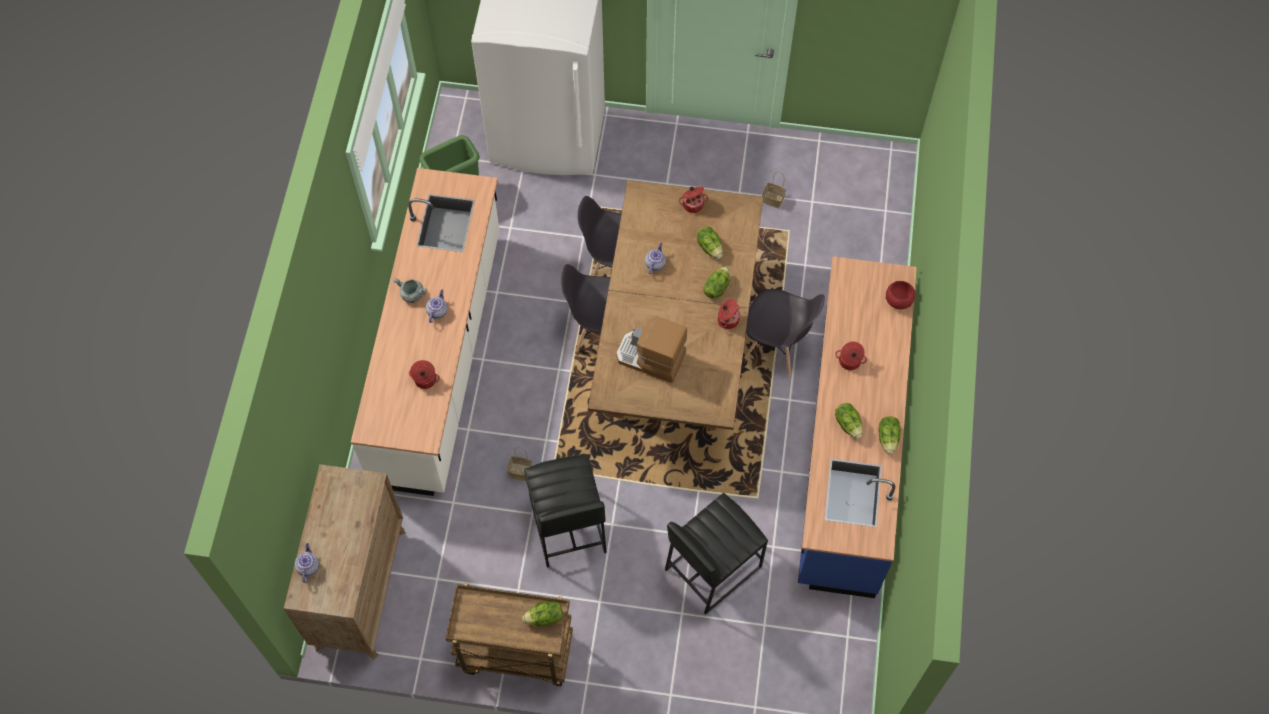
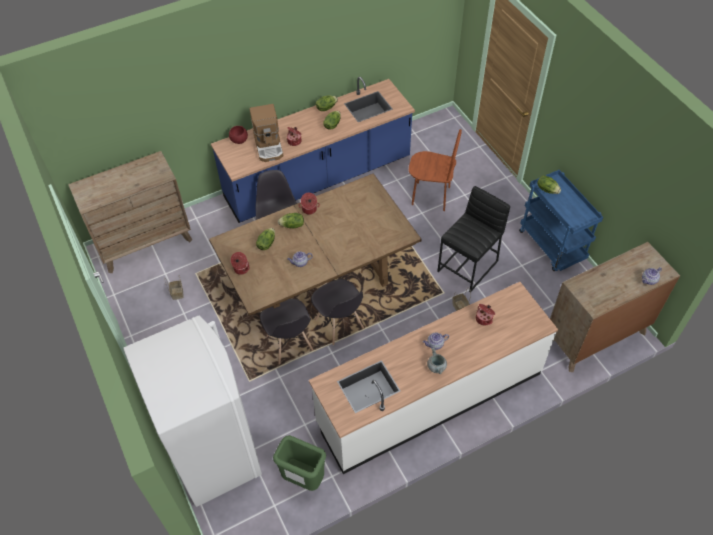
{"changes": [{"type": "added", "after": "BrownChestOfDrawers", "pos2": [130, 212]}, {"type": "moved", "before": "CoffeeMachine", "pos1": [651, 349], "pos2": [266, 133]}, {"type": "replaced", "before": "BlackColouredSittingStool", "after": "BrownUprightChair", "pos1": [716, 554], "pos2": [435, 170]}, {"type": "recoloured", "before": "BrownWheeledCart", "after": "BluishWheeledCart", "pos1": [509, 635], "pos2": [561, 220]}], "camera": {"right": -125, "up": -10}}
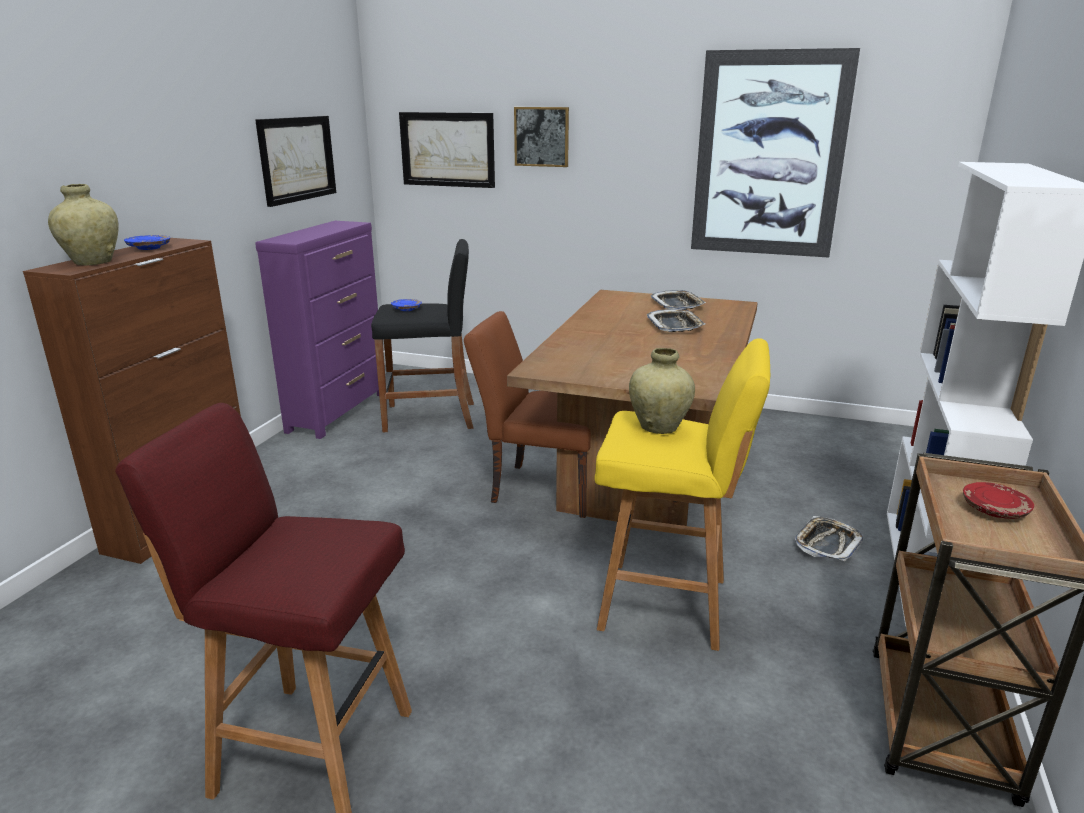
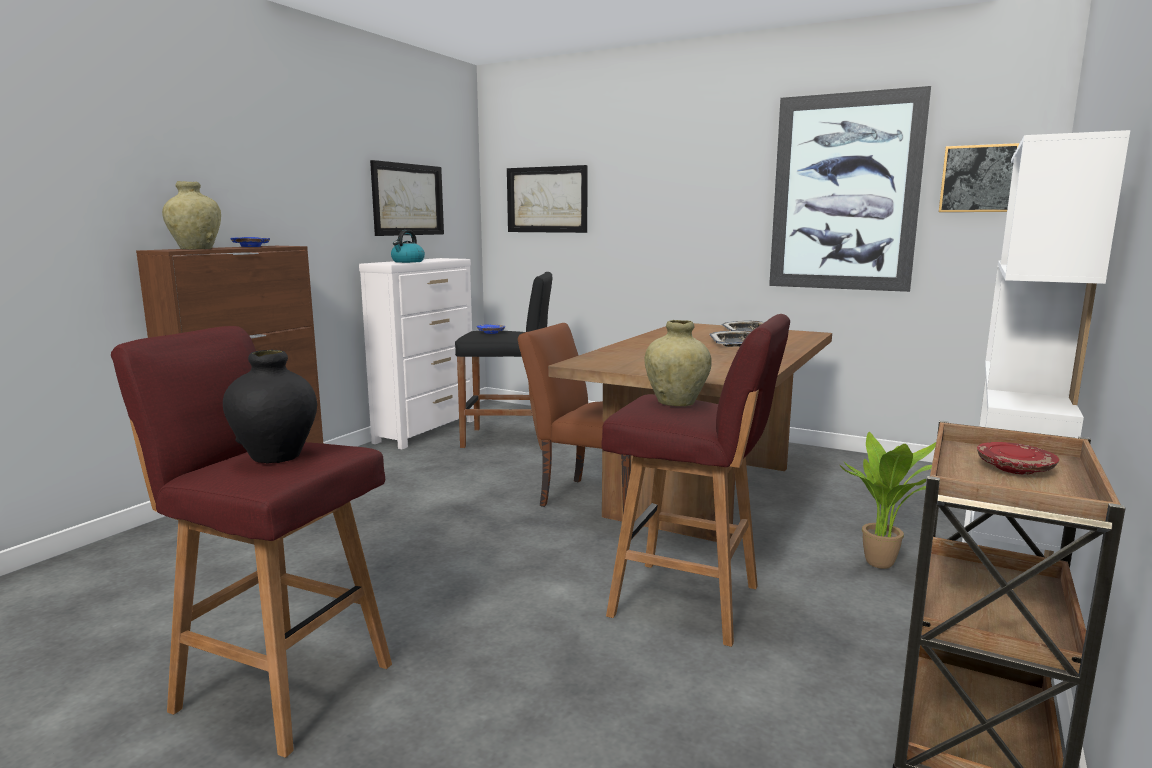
{"changes": [{"type": "added", "after": "BlackColouredFlowerVase", "pos2": [270, 406]}, {"type": "recoloured", "before": "PurpleChestOfDrawers", "after": "WhiteChestOfDrawers", "pos1": [317, 330], "pos2": [416, 353]}, {"type": "added", "after": "TeaKettle", "pos2": [408, 246]}, {"type": "recoloured", "before": "YellowSittingStool", "after": "ReddishSittingStool", "pos1": [682, 494], "pos2": [695, 480]}, {"type": "replaced", "before": "Tray", "after": "PlantInAPot", "pos1": [829, 538], "pos2": [888, 500]}, {"type": "moved", "before": "WallArt", "pos1": [541, 137], "pos2": [979, 177]}], "camera": {"right": 10, "up": -10}}
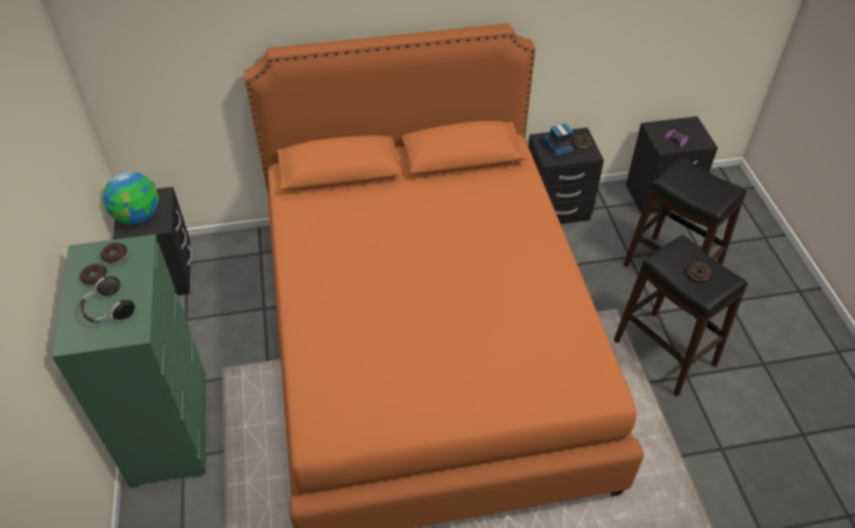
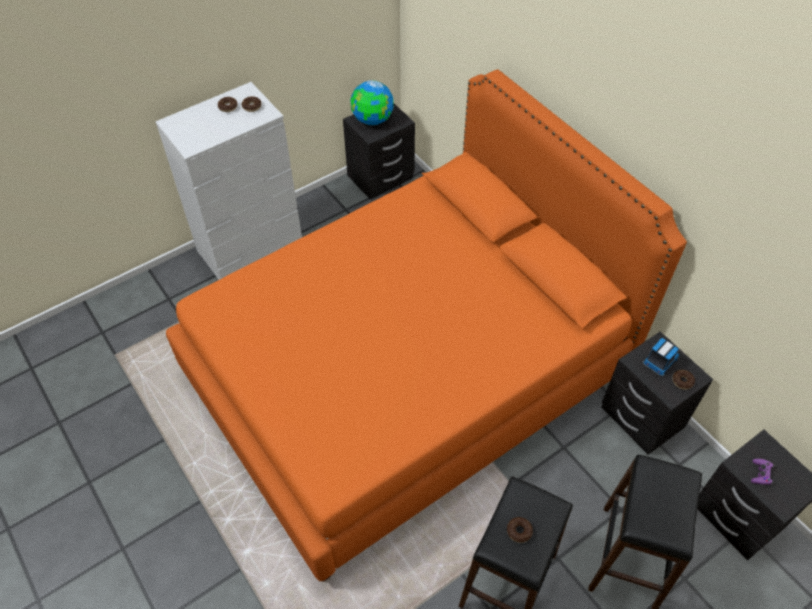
{"changes": [{"type": "recoloured", "before": "GreenishChestOfDrawers", "after": "WhiteChestOfDrawers", "pos1": [129, 361], "pos2": [228, 181]}, {"type": "removed", "before": "Headphones", "pos1": [107, 299]}], "camera": {"right": 65, "up": 5}}
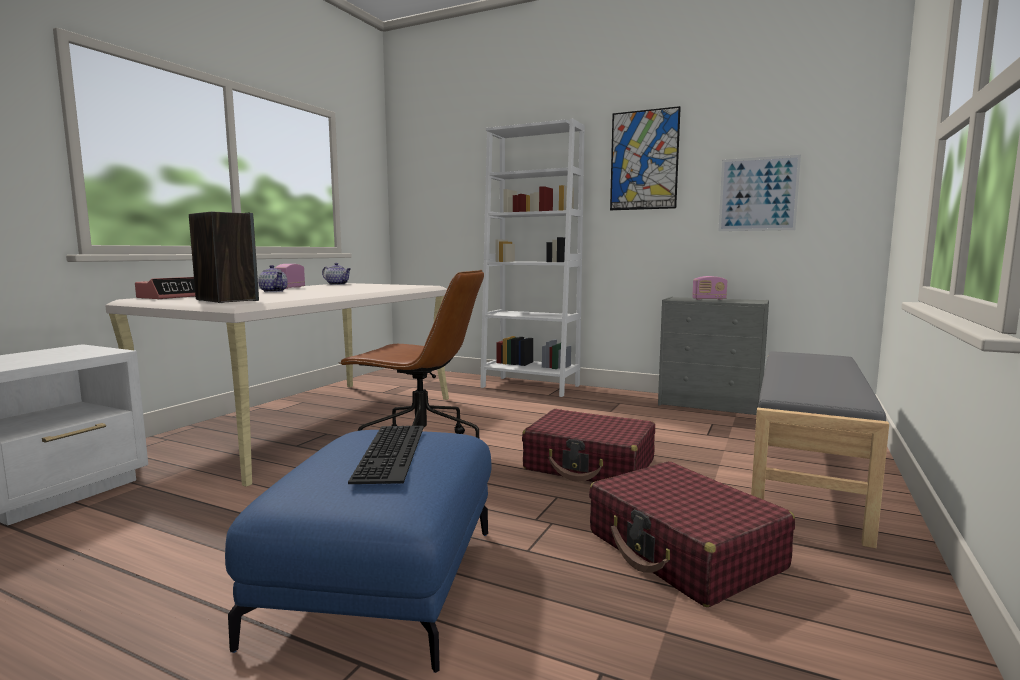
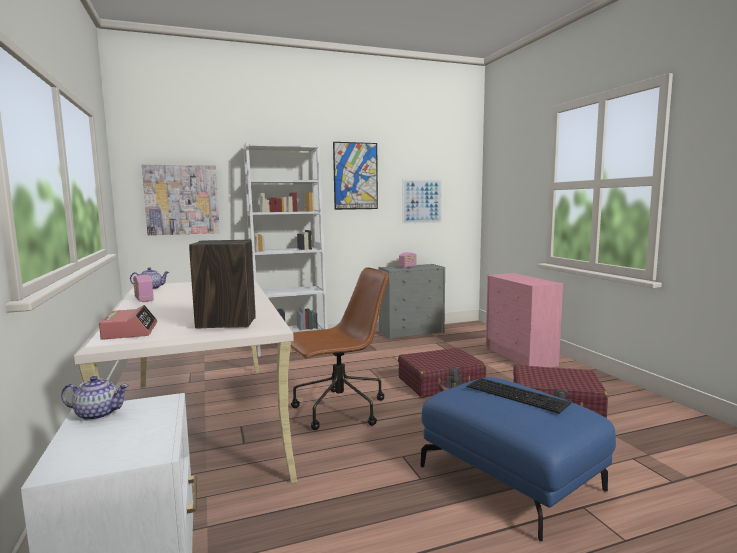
{"changes": [{"type": "moved", "before": "TeaPot", "pos1": [273, 278], "pos2": [95, 398]}, {"type": "added", "after": "WallArt", "pos2": [181, 200]}, {"type": "replaced", "before": "GreyIndoorBench", "after": "PinkishChestOfDrawers", "pos1": [820, 449], "pos2": [524, 320]}], "camera": {"right": -45, "up": 0}}
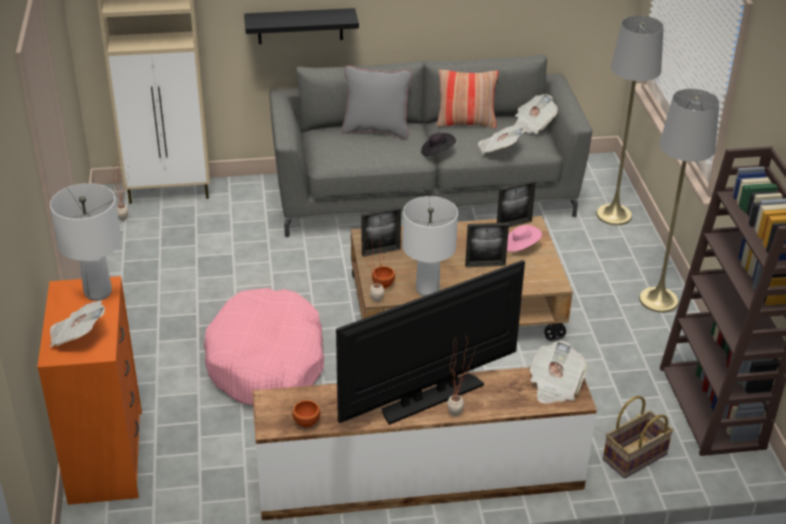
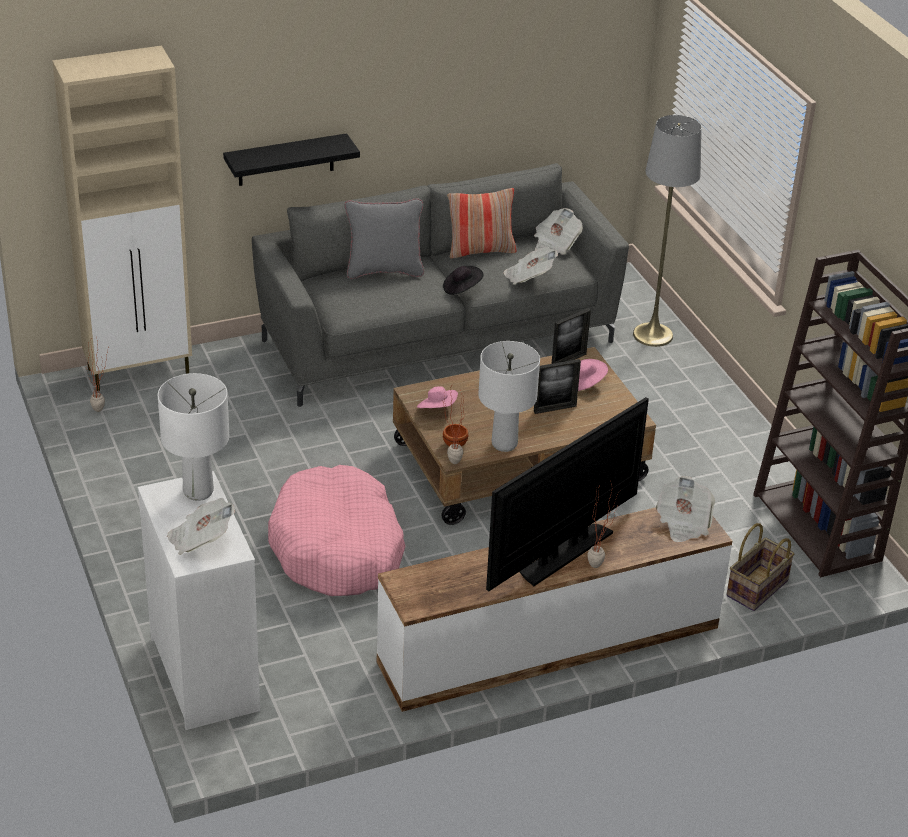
{"changes": [{"type": "recoloured", "before": "OrangeyChestOfDrawers", "after": "WhiteChestOfDrawers", "pos1": [89, 390], "pos2": [199, 600]}, {"type": "replaced", "before": "PhotoFrame", "after": "PinkishWearableHat", "pos1": [381, 232], "pos2": [437, 397]}, {"type": "removed", "before": "BrownServingBowl", "pos1": [306, 414]}, {"type": "removed", "before": "GreyStandardLamp", "pos1": [679, 201]}], "camera": {"right": -15, "up": 0}}
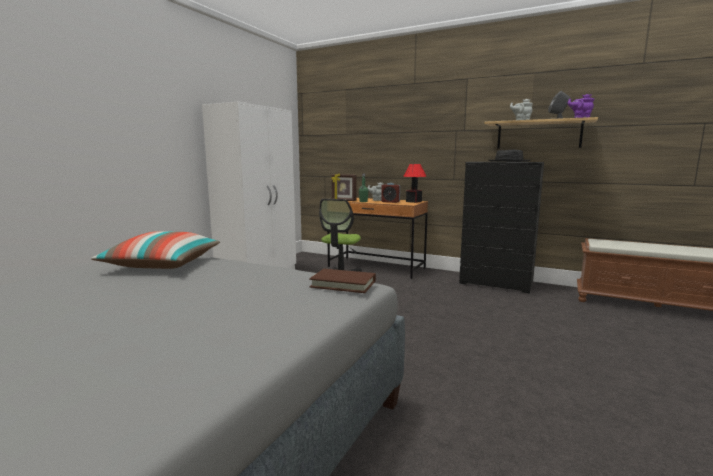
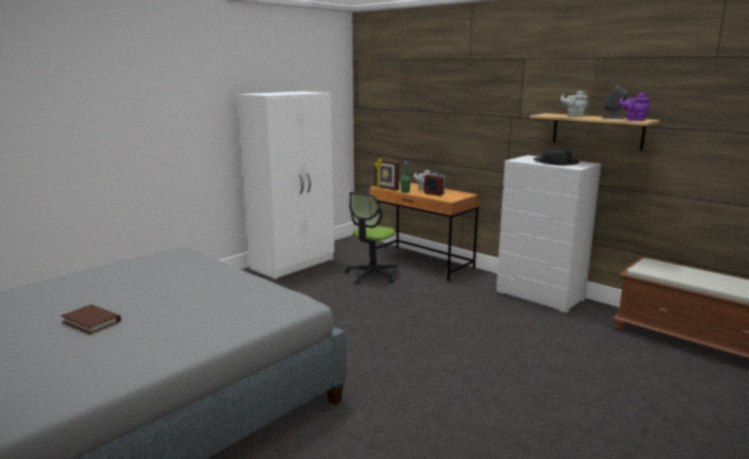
{"changes": [{"type": "moved", "before": "BrownBook", "pos1": [342, 281], "pos2": [91, 319]}, {"type": "recoloured", "before": "BlackColouredChestOfDrawers", "after": "WhiteChestOfDrawers", "pos1": [501, 227], "pos2": [548, 234]}, {"type": "removed", "before": "Pillow", "pos1": [155, 250]}, {"type": "removed", "before": "TabletopLamp", "pos1": [415, 183]}], "camera": {"right": 15, "up": 5}}
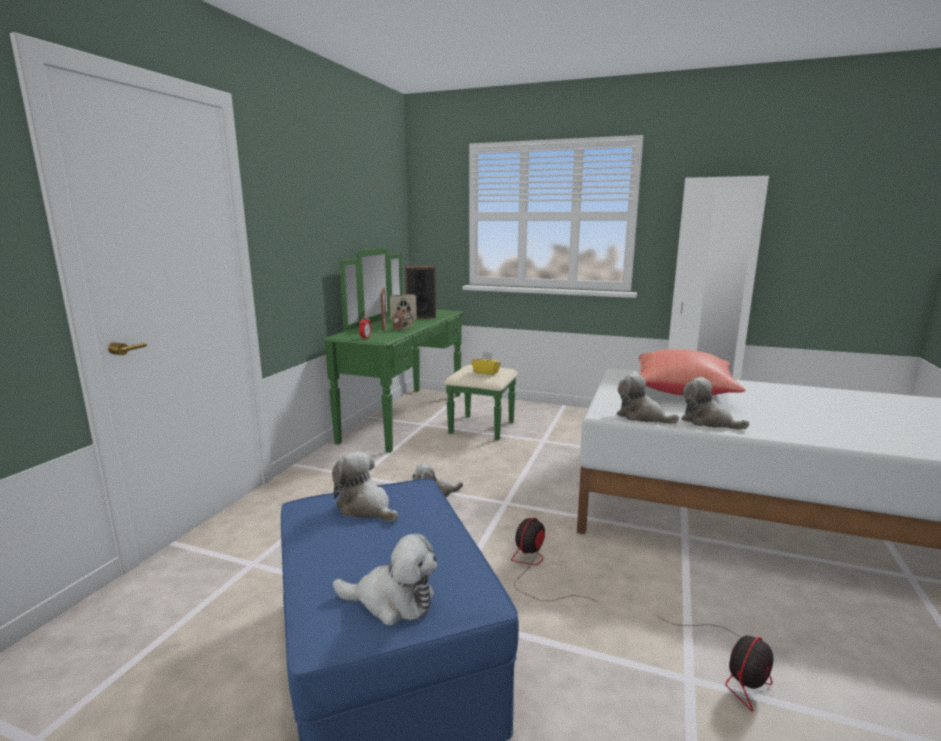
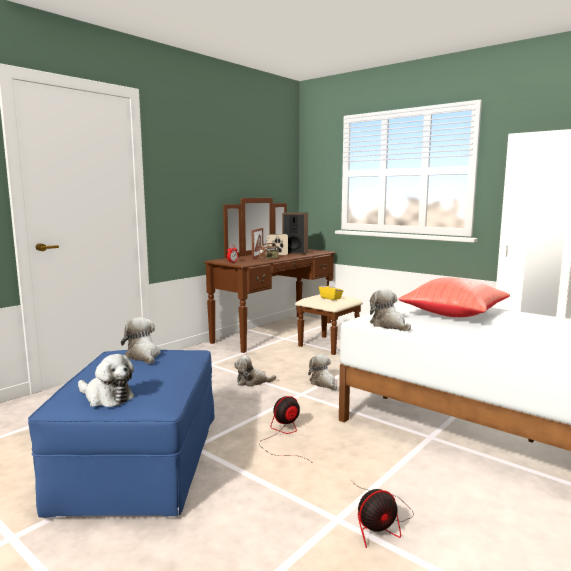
{"changes": [{"type": "recoloured", "before": "GreenishChestOfDrawers", "after": "BrownChestOfDrawers", "pos1": [420, 350], "pos2": [283, 276]}, {"type": "moved", "before": "PlushToy", "pos1": [715, 403], "pos2": [322, 372]}], "camera": {"right": 20, "up": -5}}
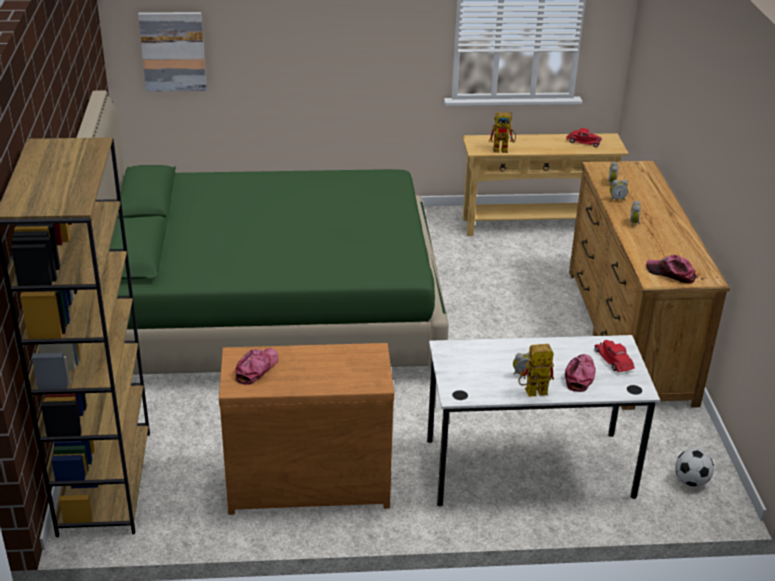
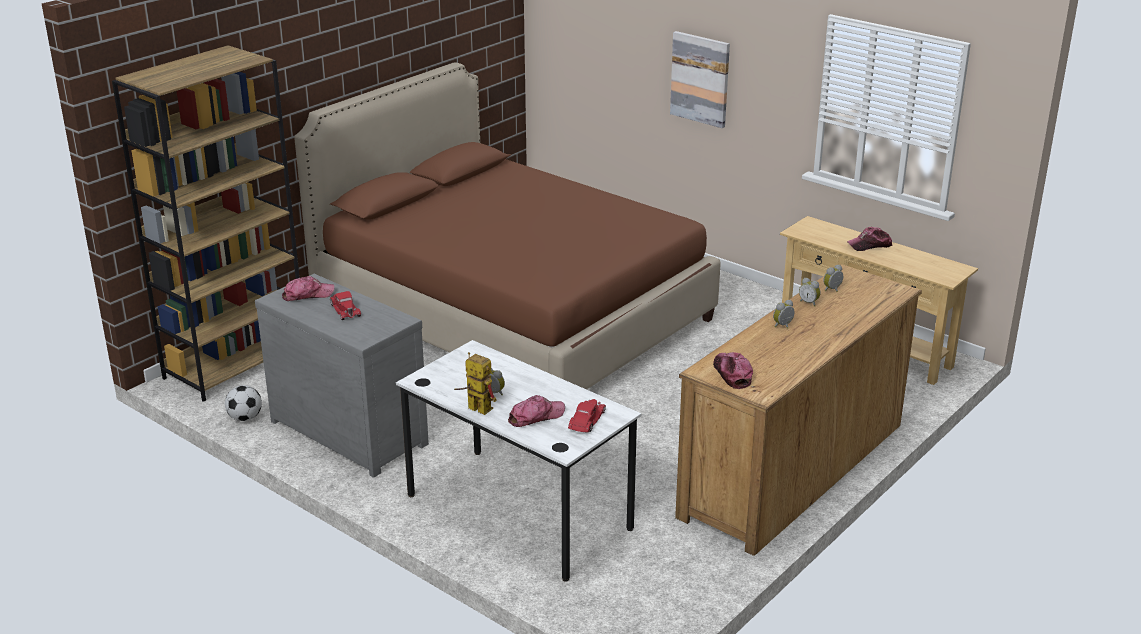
{"changes": [{"type": "moved", "before": "FootballBall", "pos1": [694, 468], "pos2": [243, 403]}, {"type": "recoloured", "before": "BrownChestOfDrawers", "after": "GreyChestOfDrawers", "pos1": [306, 429], "pos2": [342, 376]}, {"type": "recoloured", "before": "GreenishSleepingBed", "after": "BrownSleepingBed", "pos1": [262, 232], "pos2": [507, 225]}, {"type": "moved", "before": "ReddishToyCar", "pos1": [584, 137], "pos2": [345, 305]}, {"type": "moved", "before": "WallArt", "pos1": [172, 52], "pos2": [700, 79]}, {"type": "added", "after": "BaseballCap", "pos2": [870, 239]}, {"type": "removed", "before": "ToyRobot", "pos1": [502, 132]}], "camera": {"right": 45, "up": -5}}
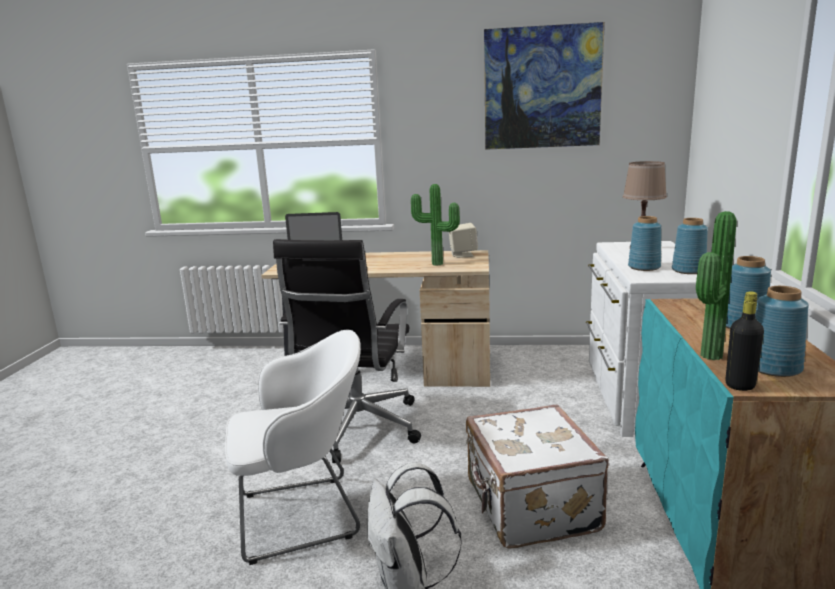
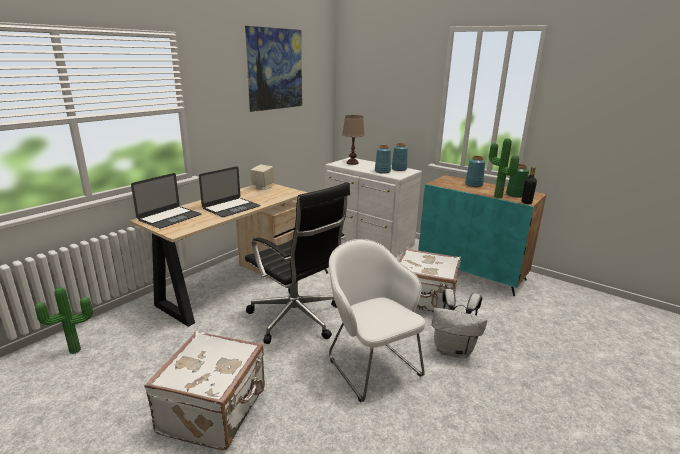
{"changes": [{"type": "moved", "before": "PlantInAPot", "pos1": [435, 225], "pos2": [64, 320]}, {"type": "added", "after": "WhitePieceOfLuggage", "pos2": [204, 390]}, {"type": "added", "after": "Laptop", "pos2": [229, 191]}, {"type": "turned", "before": "WhiteArmchair", "pos1": [293, 447], "pos2": [377, 320], "turn": -45}, {"type": "recoloured", "before": "BluishFlowerVase", "after": "GreenishFlowerVase", "pos1": [782, 331], "pos2": [517, 181]}], "camera": {"right": -60, "up": 5}}
